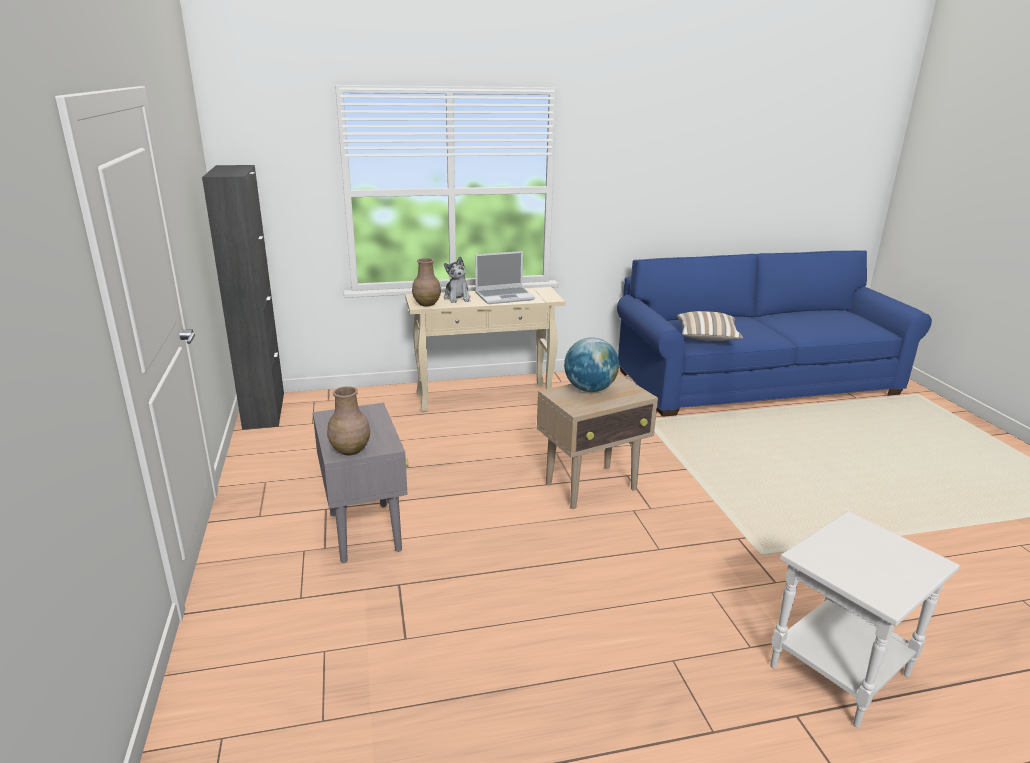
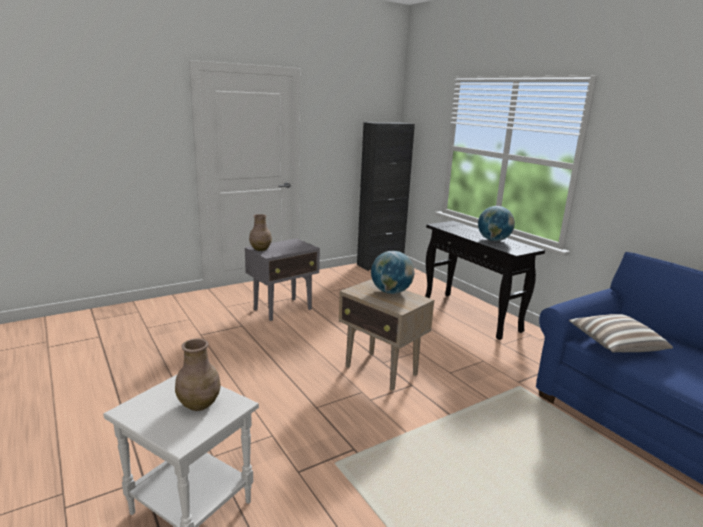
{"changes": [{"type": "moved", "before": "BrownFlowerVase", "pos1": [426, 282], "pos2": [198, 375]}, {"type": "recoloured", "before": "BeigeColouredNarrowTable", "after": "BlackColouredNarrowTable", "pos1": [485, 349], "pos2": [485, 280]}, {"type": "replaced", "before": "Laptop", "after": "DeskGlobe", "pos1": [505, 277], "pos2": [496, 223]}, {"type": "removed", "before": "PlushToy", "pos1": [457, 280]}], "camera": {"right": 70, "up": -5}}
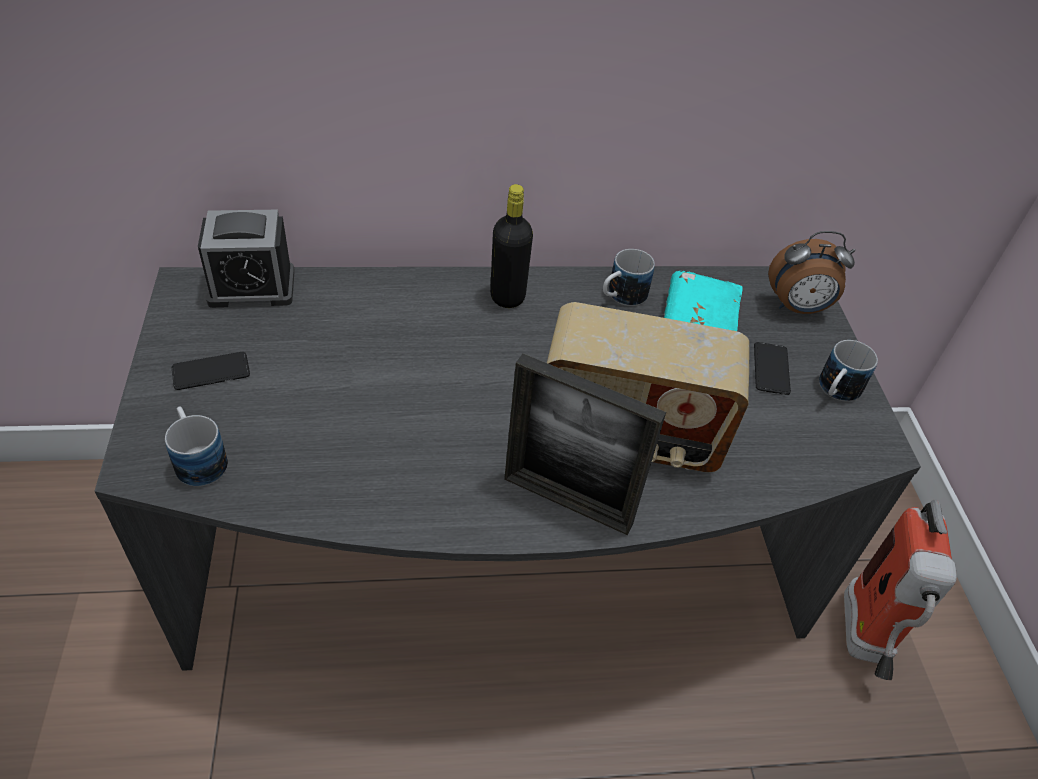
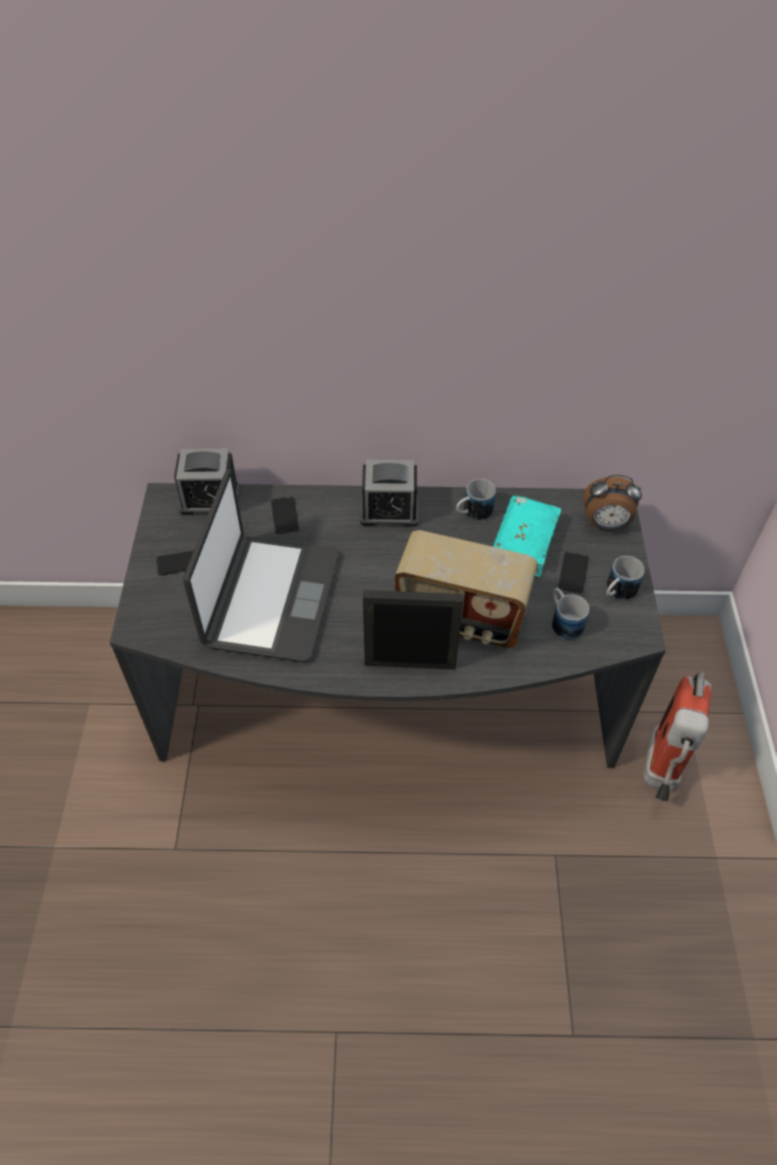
{"changes": [{"type": "added", "after": "Laptop", "pos2": [261, 565]}, {"type": "added", "after": "Handset", "pos2": [285, 515]}, {"type": "replaced", "before": "BlackColouredBeverageBottle", "after": "AlarmClock", "pos1": [511, 246], "pos2": [389, 493]}, {"type": "turned", "before": "PhotoFrame", "pos1": [585, 444], "pos2": [413, 630], "turn": 150}, {"type": "moved", "before": "TeaMug", "pos1": [196, 447], "pos2": [570, 614]}], "camera": {"right": 10, "up": 5}}
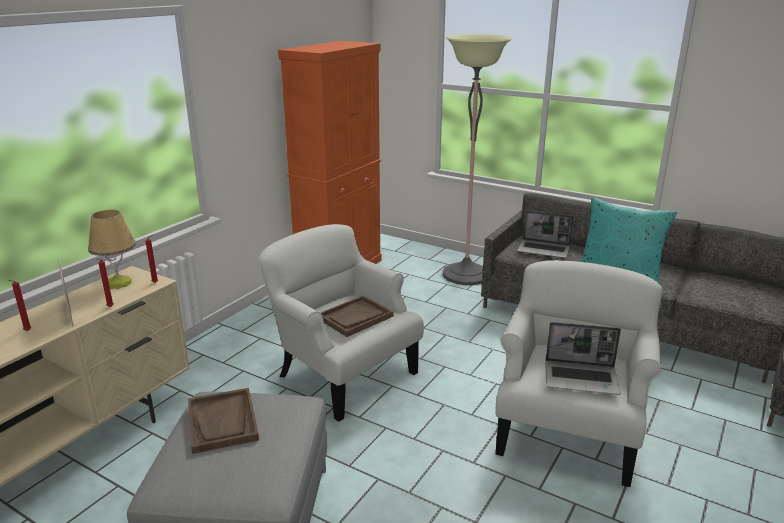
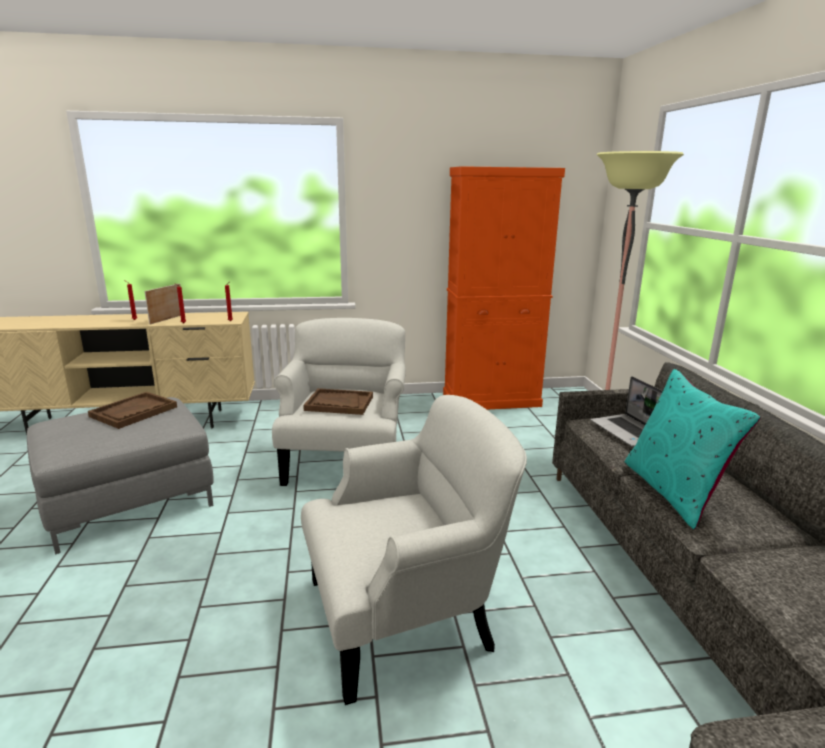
{"changes": [{"type": "removed", "before": "TabletopLamp", "pos1": [112, 249]}, {"type": "removed", "before": "Laptop", "pos1": [583, 358]}], "camera": {"right": 50, "up": -5}}
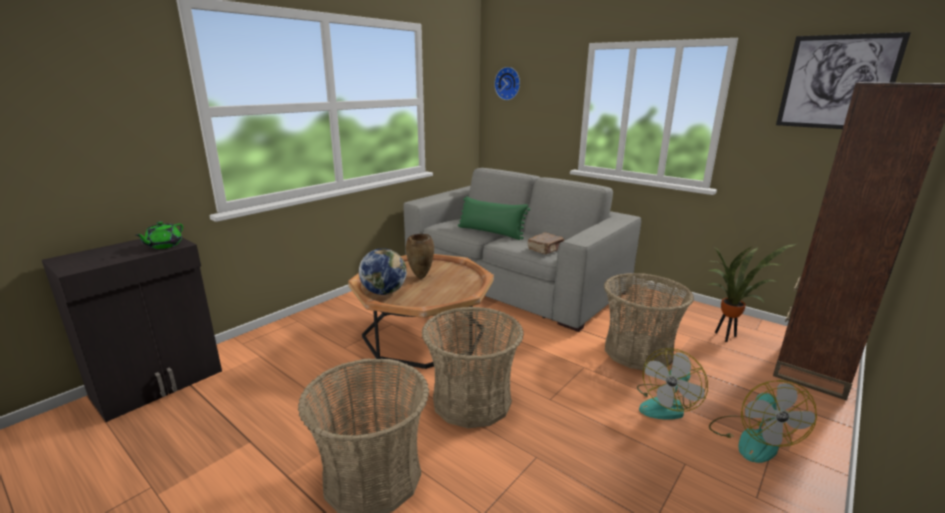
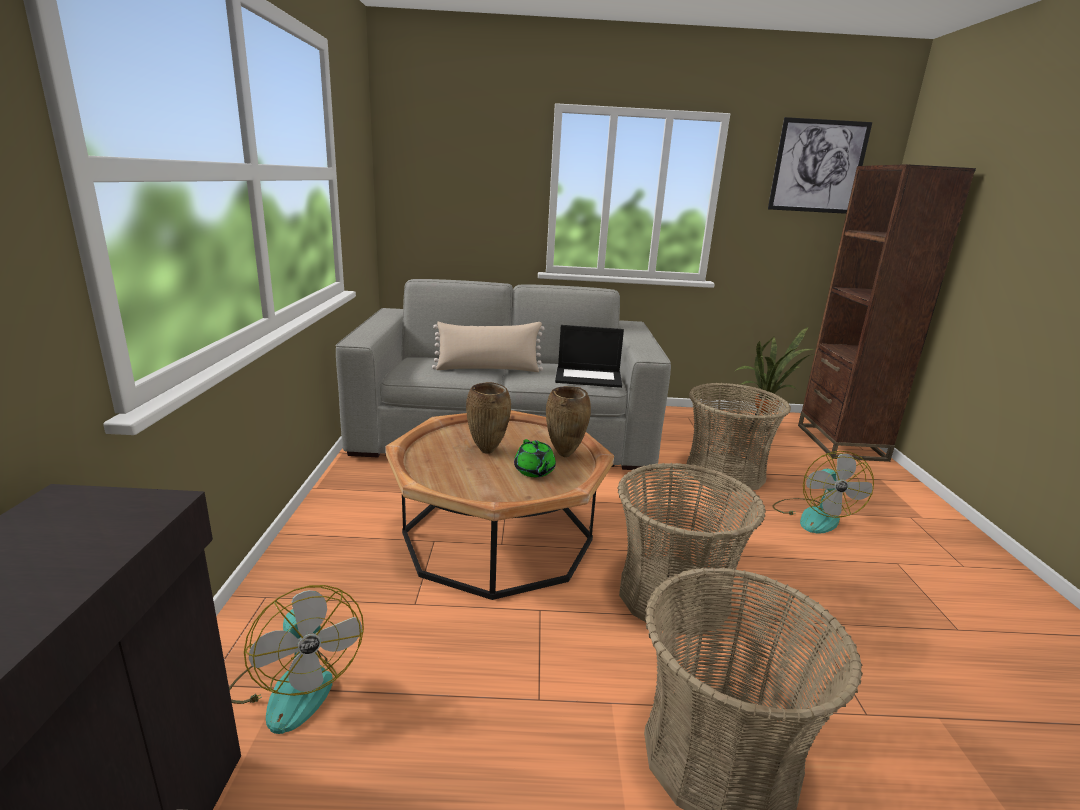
{"changes": [{"type": "moved", "before": "Fan", "pos1": [763, 421], "pos2": [296, 659]}, {"type": "recoloured", "before": "GreenishPillow", "after": "BeigeColouredPillow", "pos1": [494, 218], "pos2": [488, 347]}, {"type": "moved", "before": "GreenishTeaPot", "pos1": [159, 235], "pos2": [535, 458]}, {"type": "added", "after": "BrownFlowerVase", "pos2": [568, 421]}, {"type": "replaced", "before": "BrownBook", "after": "Laptop", "pos1": [546, 243], "pos2": [589, 356]}, {"type": "removed", "before": "DeskGlobe", "pos1": [383, 271]}, {"type": "removed", "before": "HangingClock", "pos1": [507, 83]}], "camera": {"right": -40, "up": 0}}
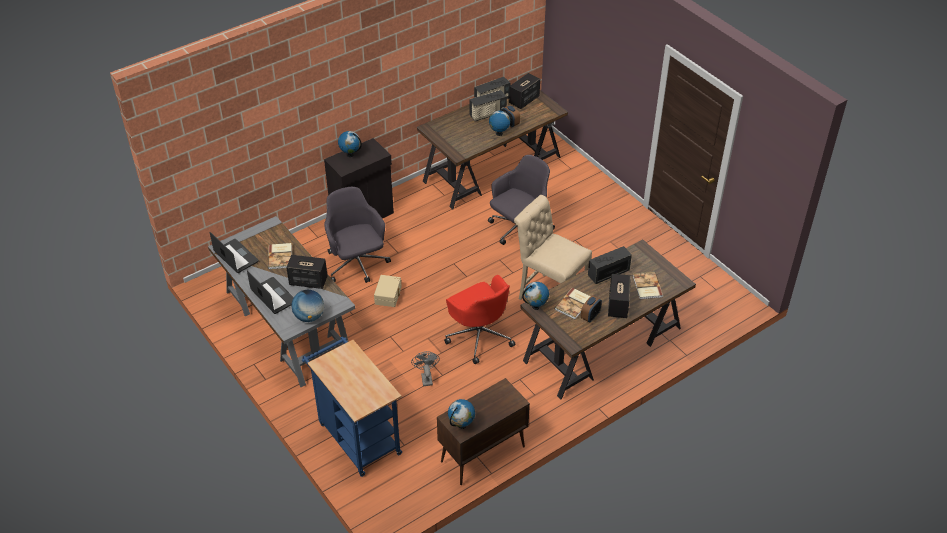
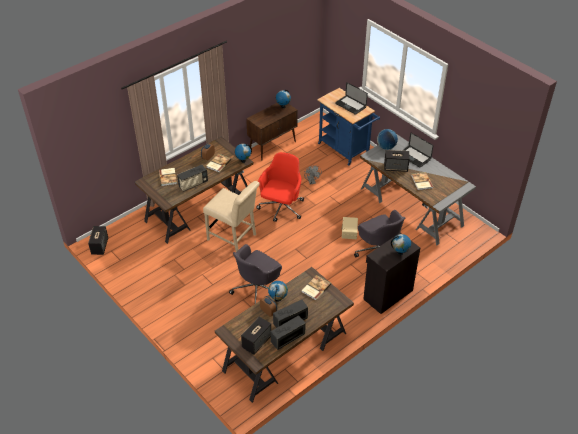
{"changes": [{"type": "moved", "before": "AudioSpeaker", "pos1": [619, 296], "pos2": [98, 240]}, {"type": "turned", "before": "ReddishOfficeChair", "pos1": [480, 319], "pos2": [280, 187], "turn": 60}, {"type": "added", "after": "Book", "pos2": [316, 287]}, {"type": "moved", "before": "Laptop", "pos1": [234, 252], "pos2": [351, 98]}], "camera": {"right": 175, "up": 0}}
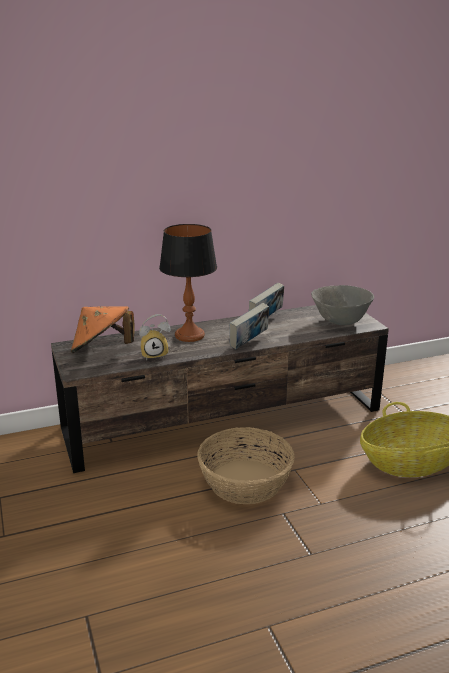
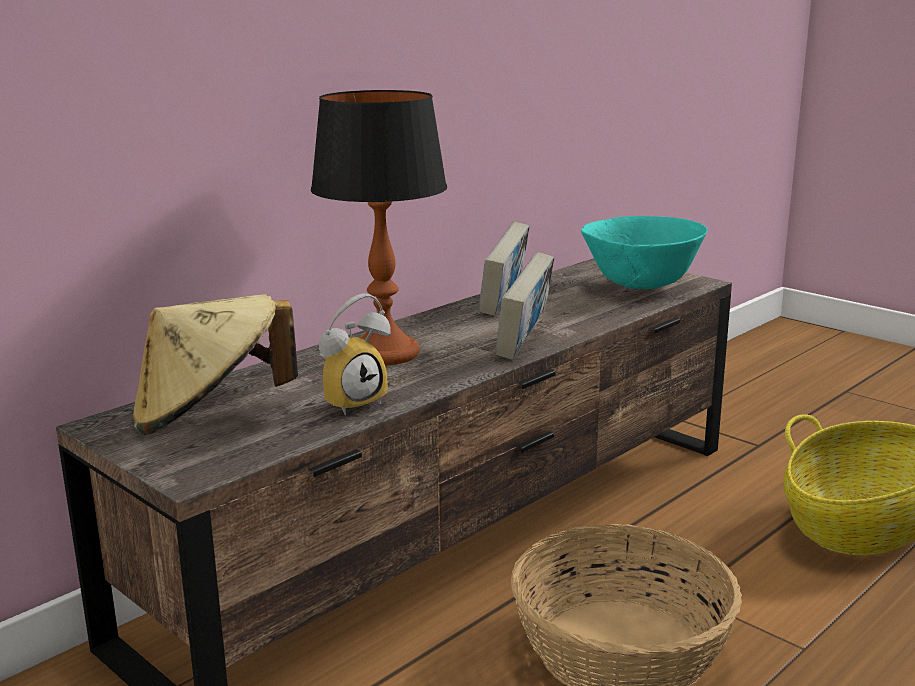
{"changes": [{"type": "recoloured", "before": "OrangeyWearableHat", "after": "BeigeColouredWearableHat", "pos1": [103, 329], "pos2": [215, 364]}, {"type": "recoloured", "before": "GreyServingBowl", "after": "TurquoiseColouredServingBowl", "pos1": [342, 305], "pos2": [644, 252]}], "camera": {"right": -25, "up": -5}}
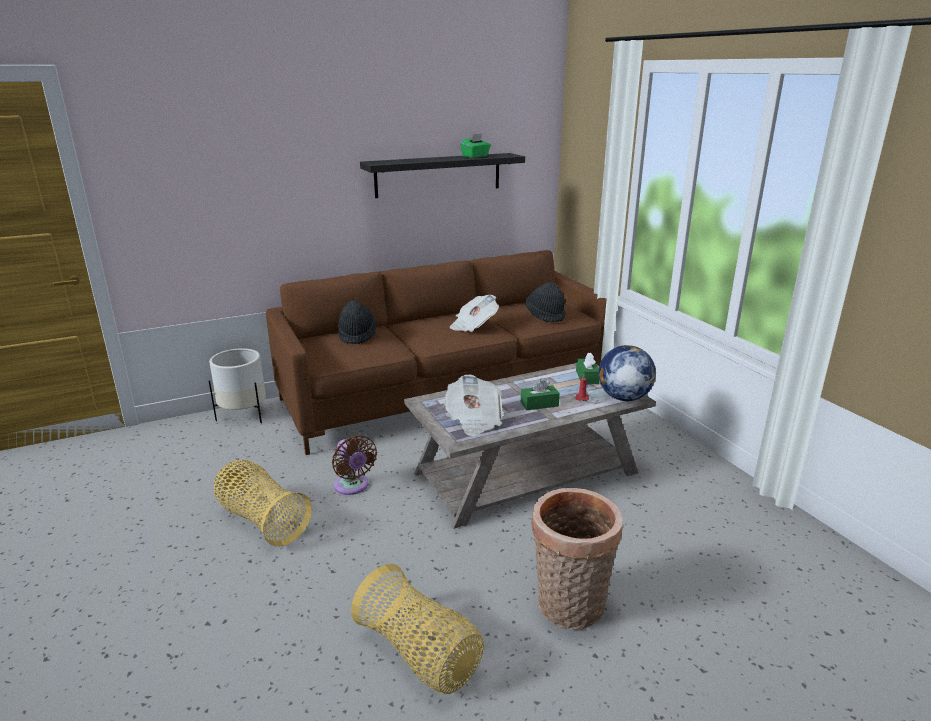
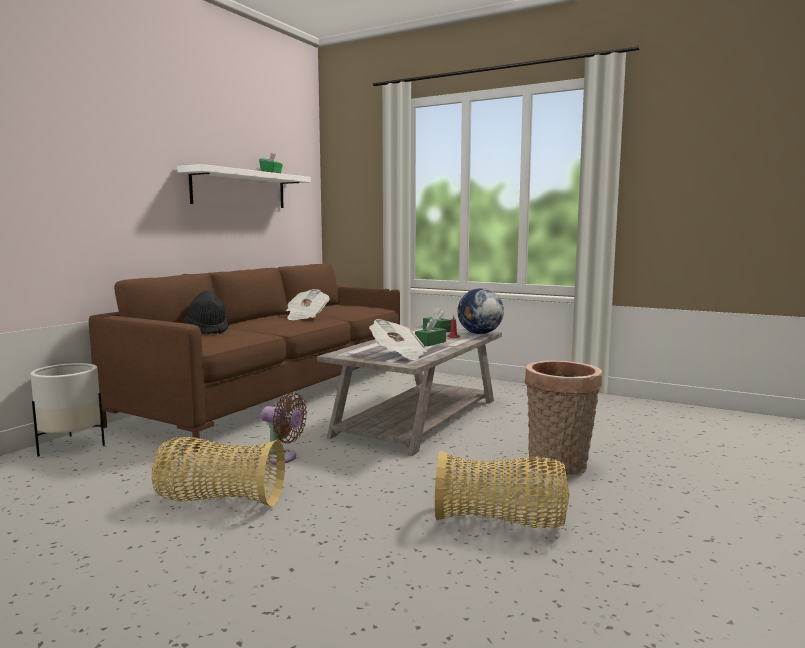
{"changes": [{"type": "recoloured", "before": "BlackColouredWallShelf", "after": "WhiteWallShelf", "pos1": [442, 175], "pos2": [244, 186]}, {"type": "removed", "before": "BlackColouredWearableHat", "pos1": [546, 302]}], "camera": {"right": -35, "up": -15}}
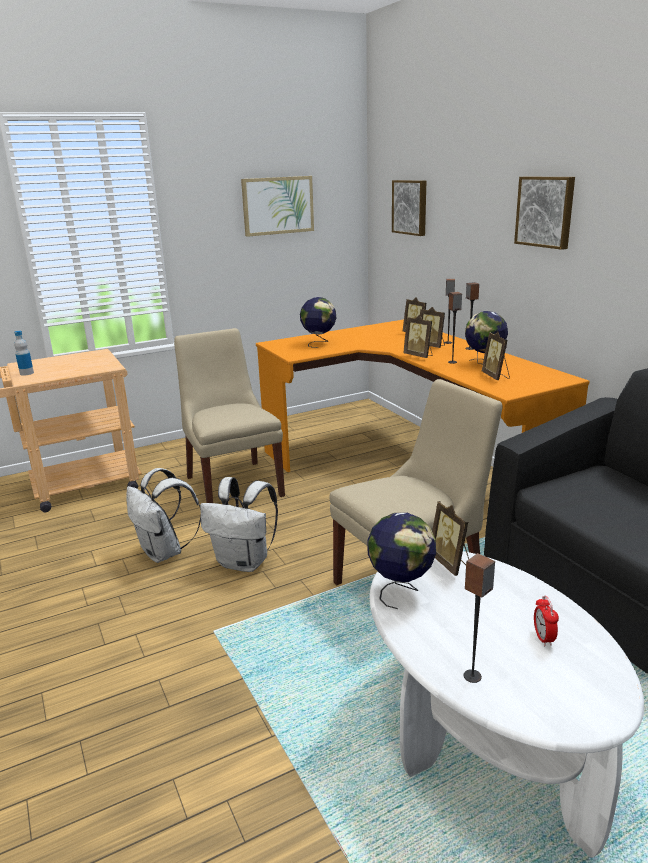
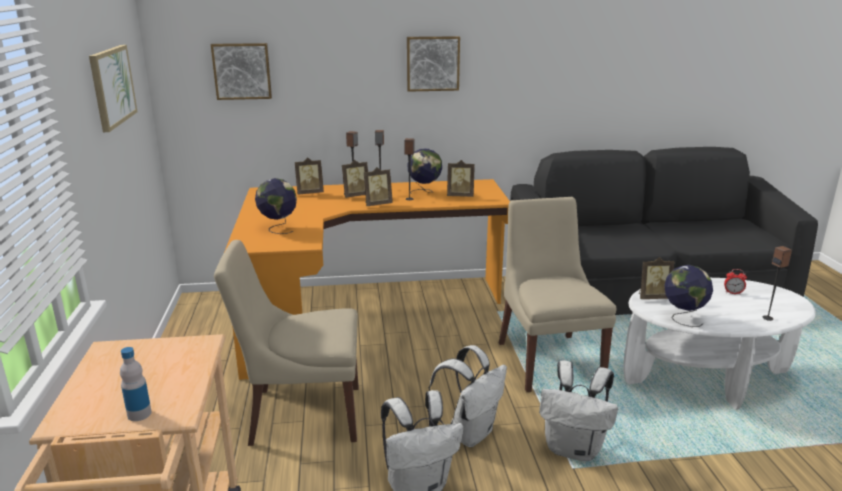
{"changes": [{"type": "added", "after": "WhiteRucksack", "pos2": [578, 411]}], "camera": {"right": -70, "up": 0}}
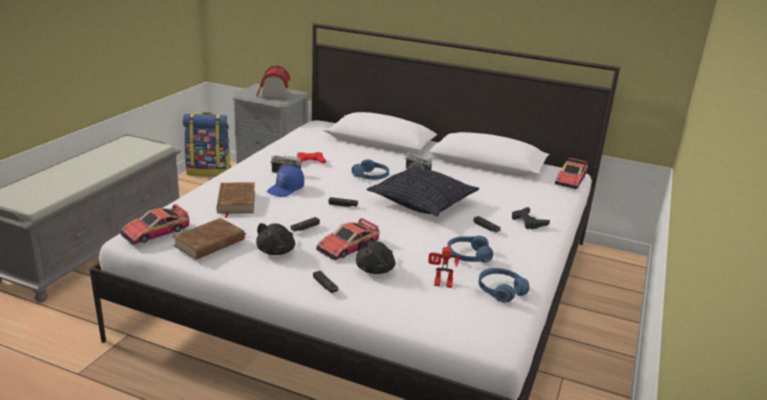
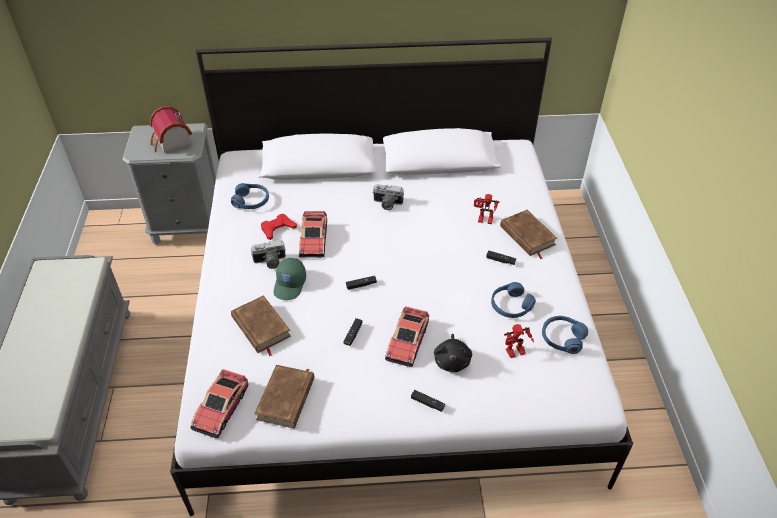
{"changes": [{"type": "moved", "before": "BluishHeadphones", "pos1": [370, 169], "pos2": [250, 196]}, {"type": "recoloured", "before": "BluishBaseballCap", "after": "GreenishBaseballCap", "pos1": [285, 181], "pos2": [290, 279]}, {"type": "moved", "before": "ToyCar", "pos1": [571, 173], "pos2": [313, 234]}, {"type": "added", "after": "ToyRobot", "pos2": [487, 209]}, {"type": "replaced", "before": "BlackColouredJoypad", "after": "BrownBook", "pos1": [531, 218], "pos2": [528, 234]}, {"type": "removed", "before": "Rucksack", "pos1": [207, 144]}, {"type": "removed", "before": "BlackColouredPlushToy", "pos1": [275, 239]}, {"type": "removed", "before": "Pillow", "pos1": [423, 191]}], "camera": {"right": -25, "up": 20}}
